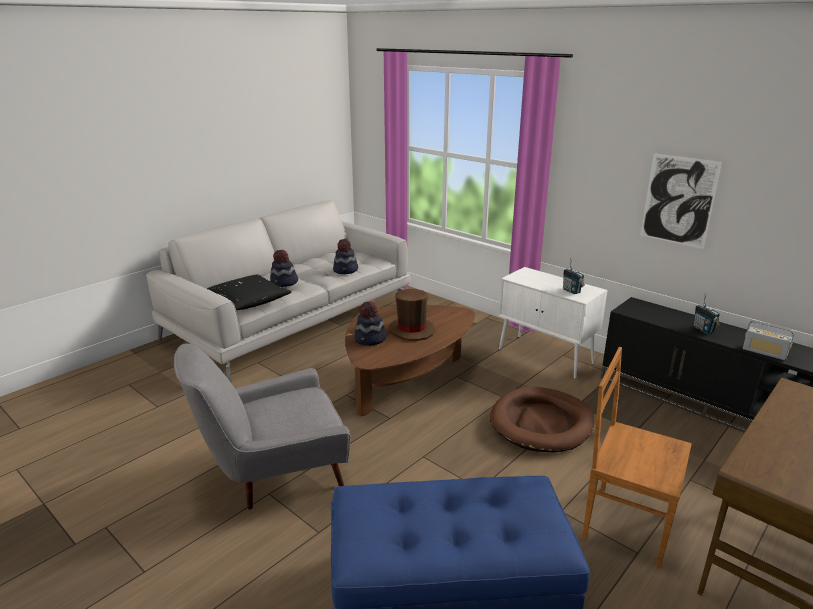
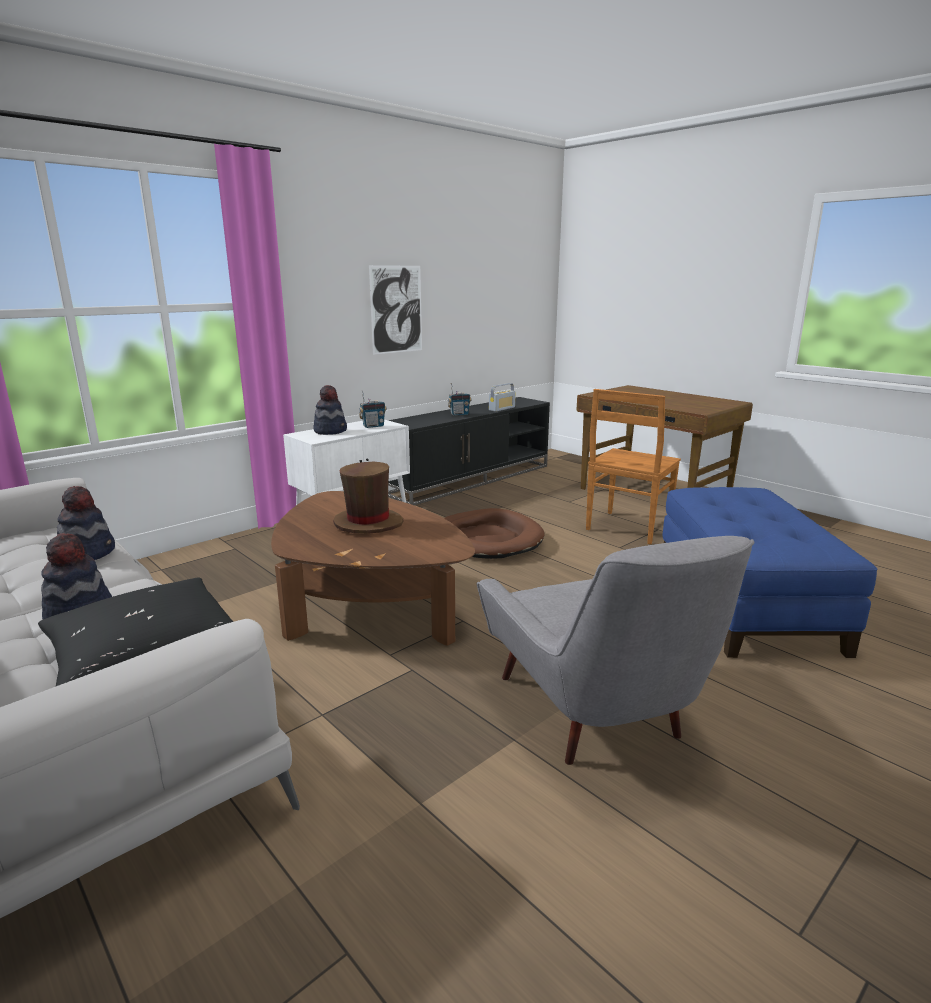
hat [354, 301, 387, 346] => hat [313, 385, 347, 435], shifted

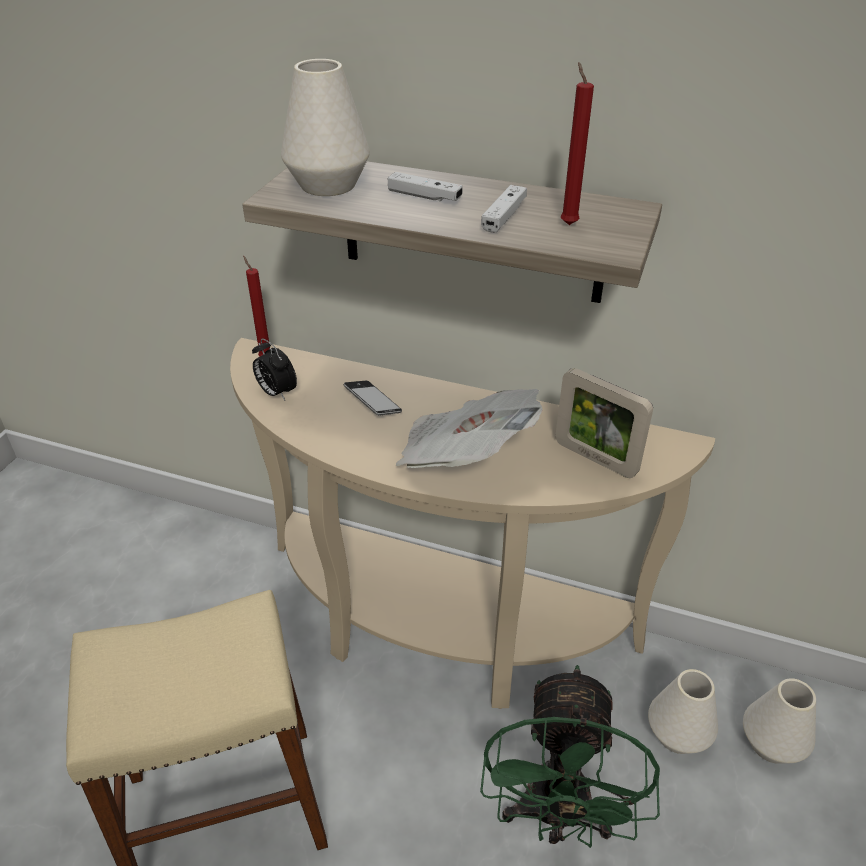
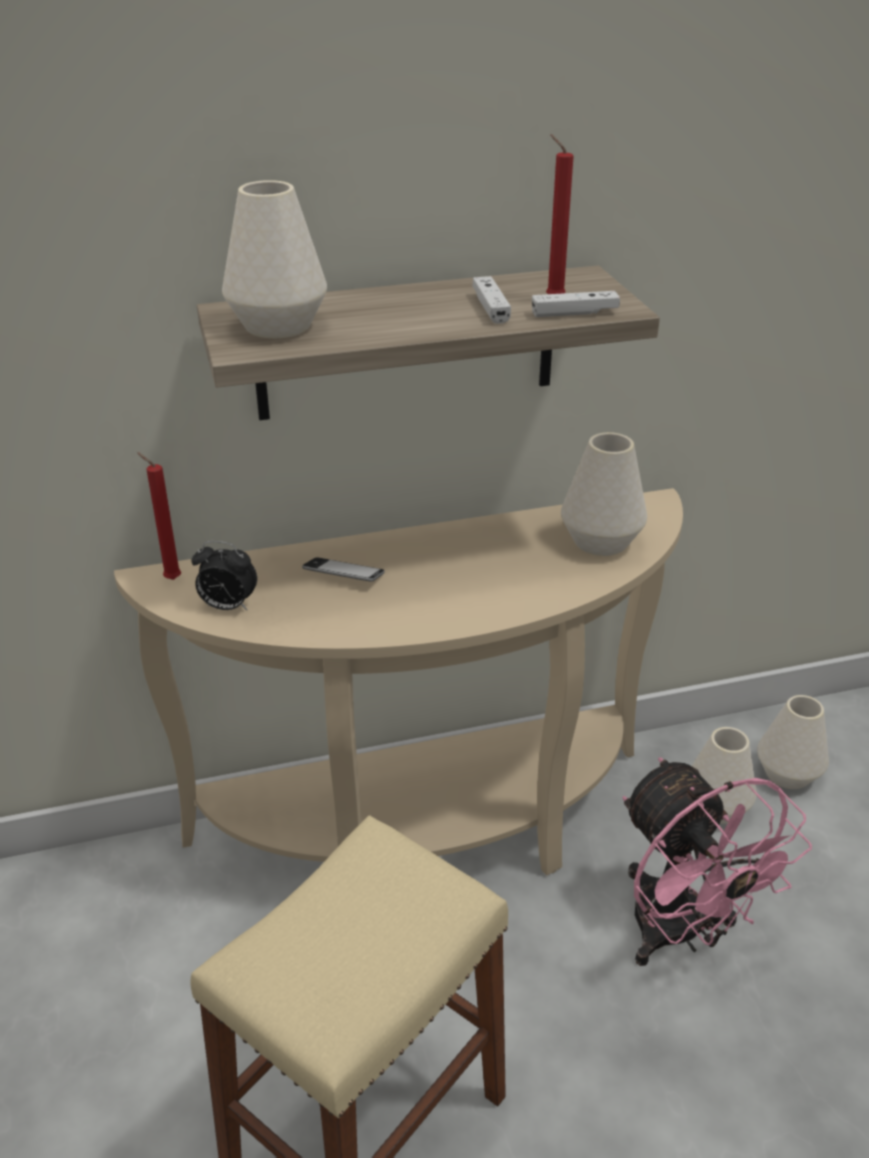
white game controller [387, 172, 463, 202] => white game controller [532, 291, 620, 317], shifted
newspaper [395, 389, 543, 468] => nothing
green fan [480, 665, 660, 848] => pink fan [622, 757, 812, 966]
picture frame [555, 368, 653, 478] => white vase [561, 432, 647, 556]

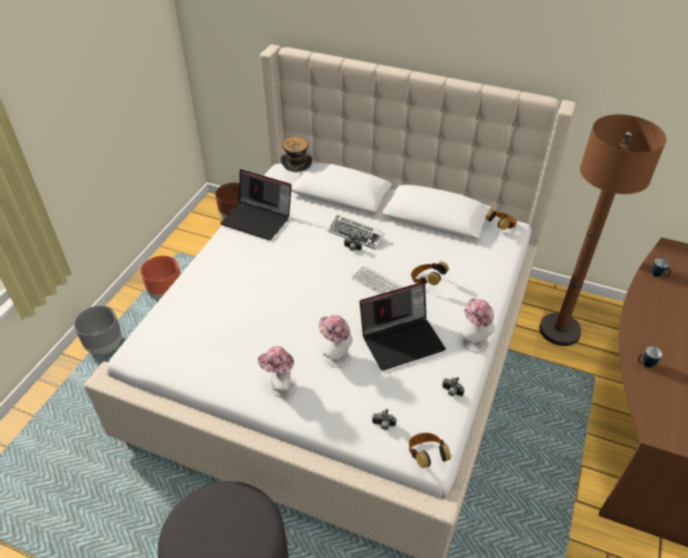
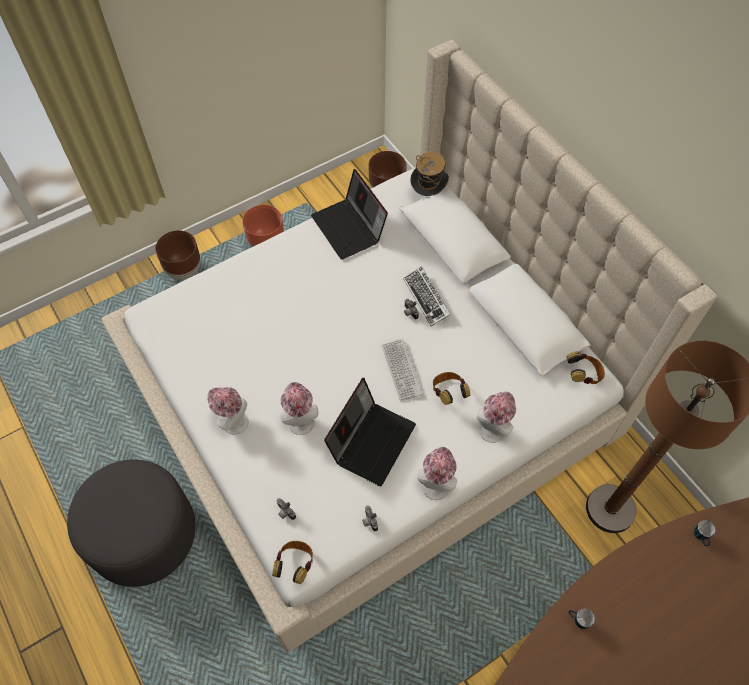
grey planter [74, 306, 121, 355] => brown planter [155, 230, 201, 280]
laptop [360, 282, 446, 371] => laptop [324, 378, 416, 486], 75 degrees counterclockwise
nothing => hat [477, 391, 516, 443]

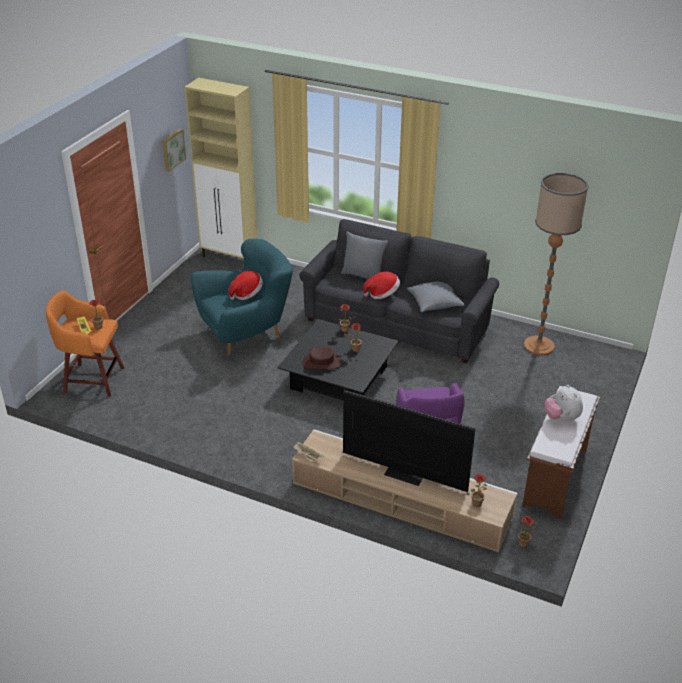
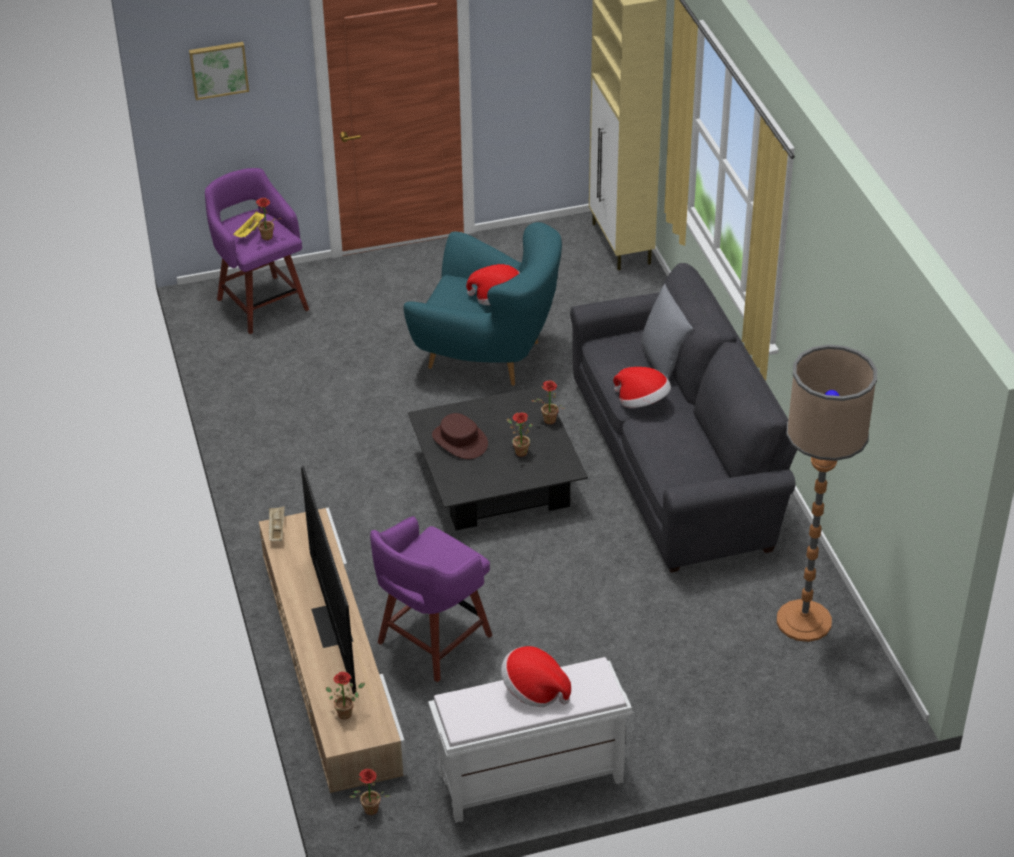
orange stool [46, 290, 124, 397] => purple stool [205, 168, 309, 334]
picture [162, 129, 186, 172] => picture [189, 42, 249, 100], shifted
grey pillow [407, 281, 465, 312] => nothing
brown bench [522, 386, 600, 519] => white bench [428, 657, 632, 823]
plush toy [544, 384, 583, 421] => hat [501, 646, 571, 707]

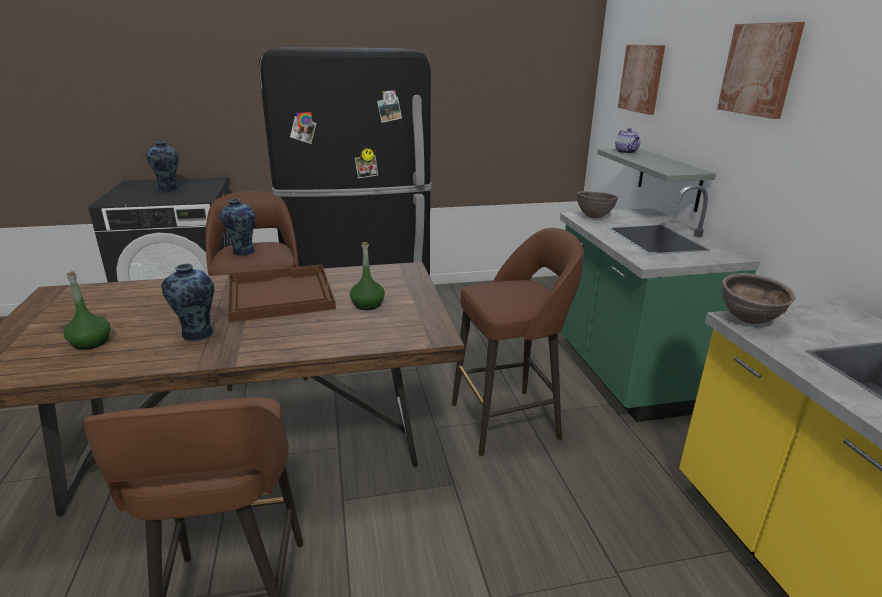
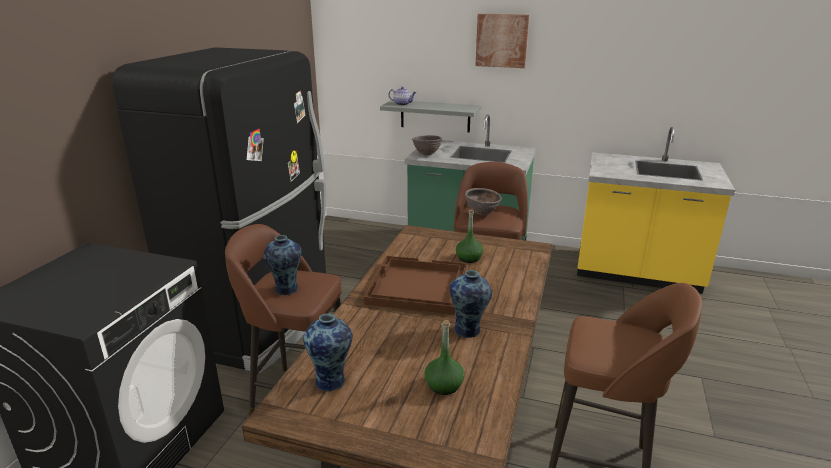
vase [146, 141, 179, 191] => vase [303, 313, 353, 391], shifted
picture [618, 45, 665, 115] => nothing
brown bowl [722, 273, 795, 324] => brown bowl [465, 188, 502, 215], shifted

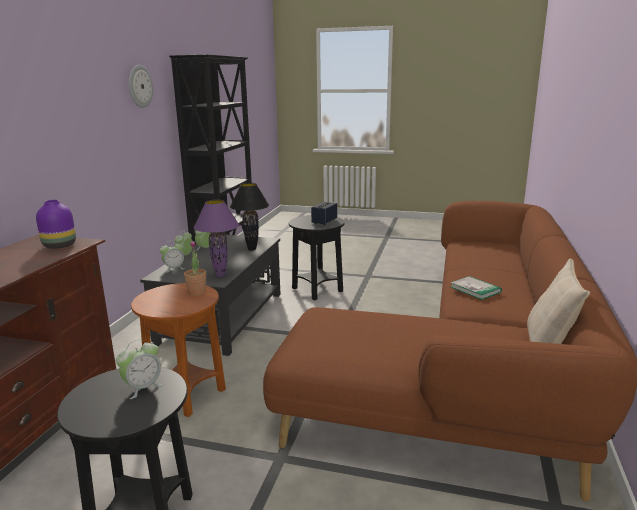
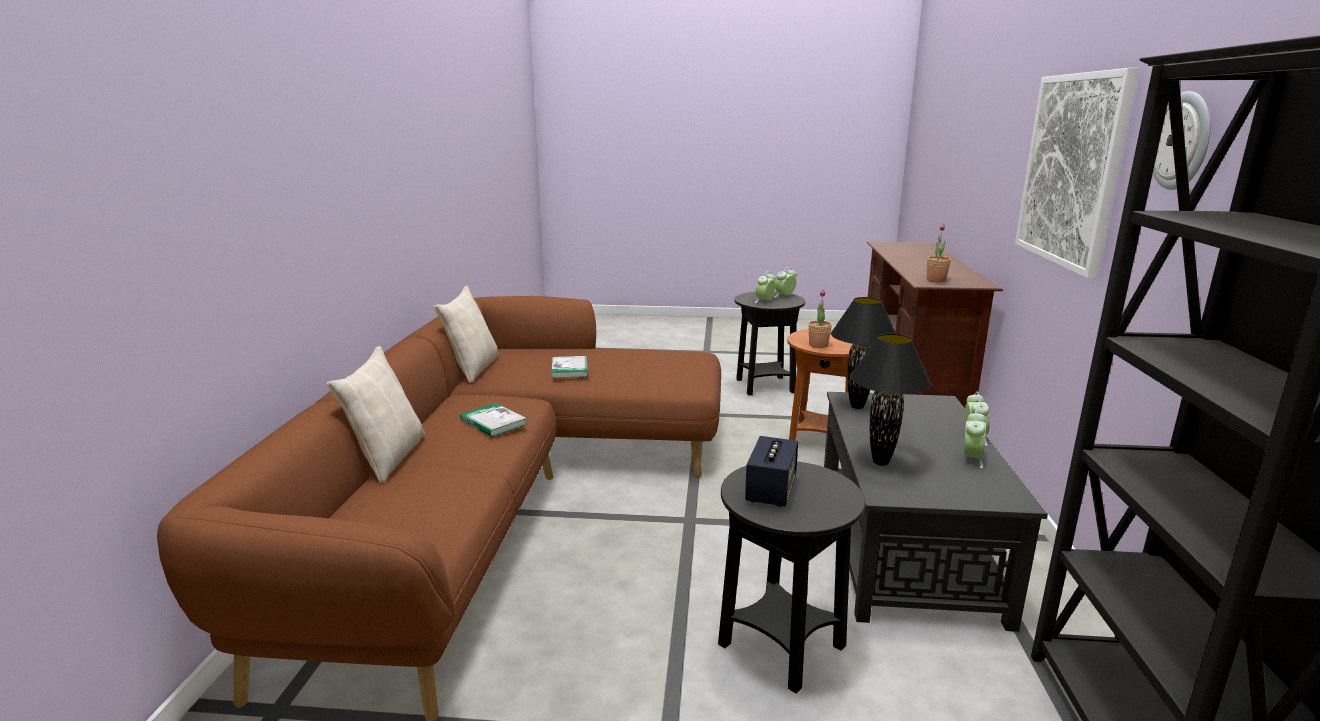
purple vase [36, 200, 76, 249] => potted plant [927, 224, 951, 282]
alarm clock [160, 241, 185, 272] => alarm clock [775, 267, 797, 297], shifted
purple table lamp [194, 200, 239, 277] => black table lamp [831, 297, 896, 409]
nothing => beige pillow [327, 346, 425, 483]
nothing => book [551, 356, 588, 378]
nothing => picture [1015, 68, 1139, 278]

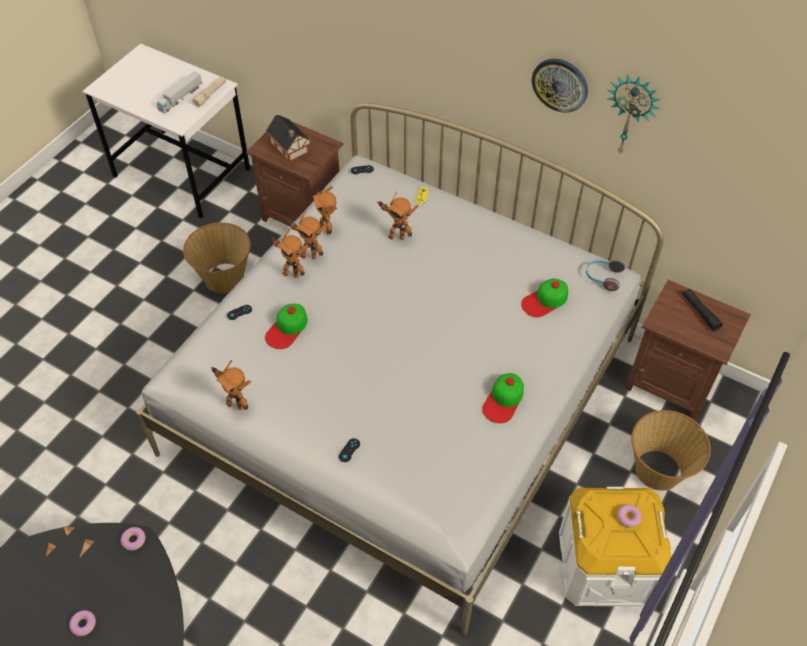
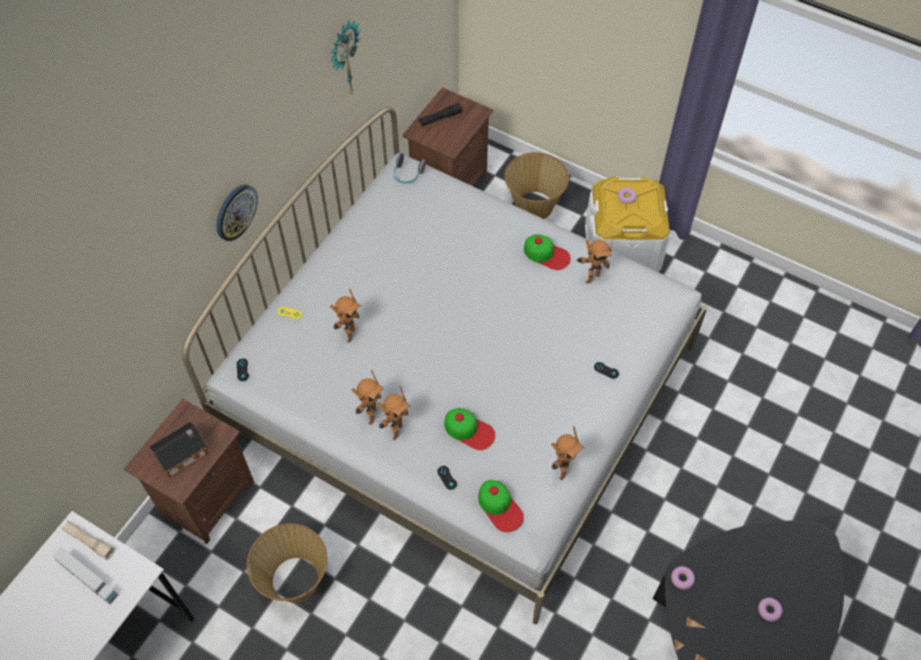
toy robot [313, 186, 337, 235] => toy robot [577, 237, 613, 283], shifted
cap [521, 278, 568, 317] => cap [478, 480, 524, 532], shifted
wall clock [532, 59, 588, 113] => wall clock [216, 185, 258, 241], shifted

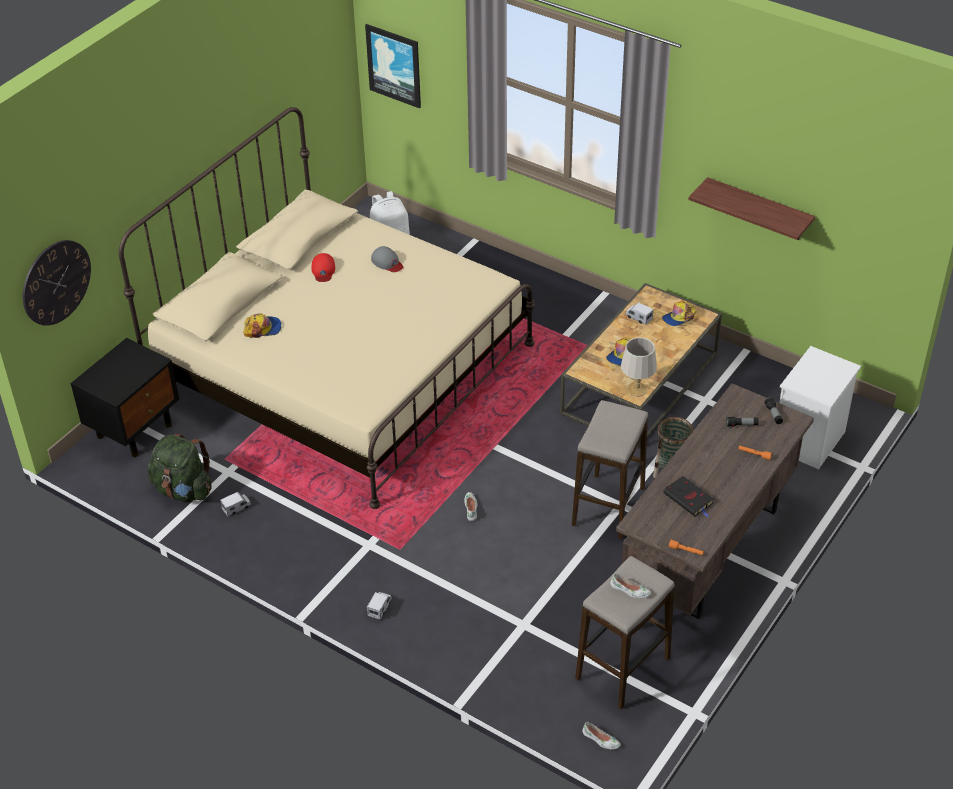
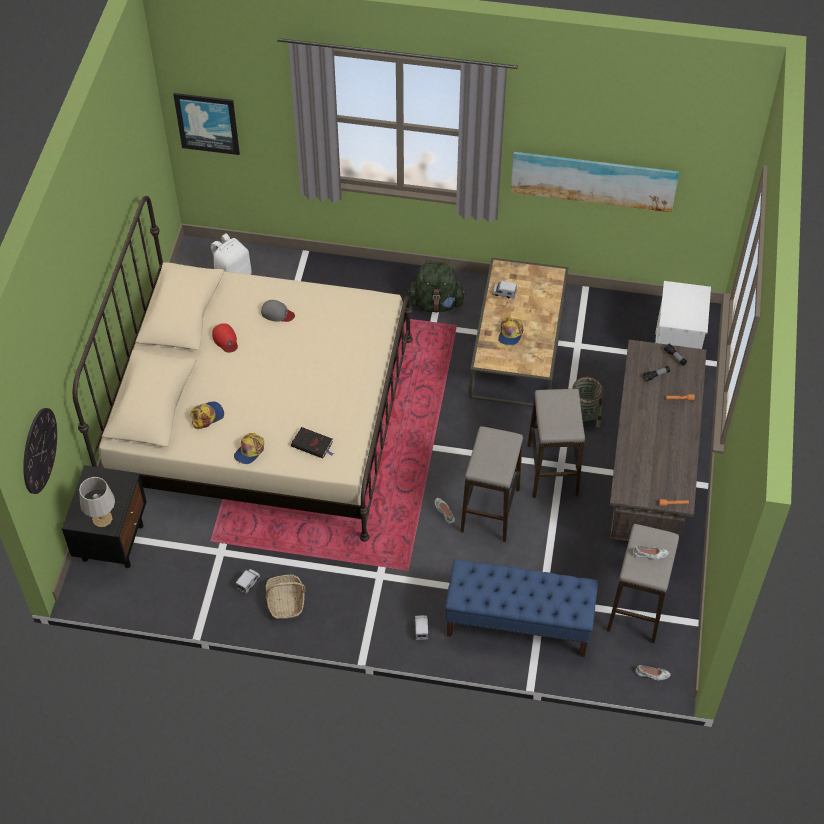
green backpack [147, 434, 212, 502] => green backpack [408, 260, 466, 313], shifted
grey table lamp [621, 337, 657, 397] => grey table lamp [79, 477, 115, 527], shifted
cap [662, 301, 697, 326] => cap [234, 433, 264, 464], shifted
black book [663, 476, 713, 517] => black book [291, 427, 334, 458], shifted
shelf [688, 177, 815, 240] => picture [511, 152, 679, 212]
nothing => basket [266, 575, 306, 619]
nothing => blue bench [445, 559, 598, 657]
nothing => stool [460, 426, 523, 542]

